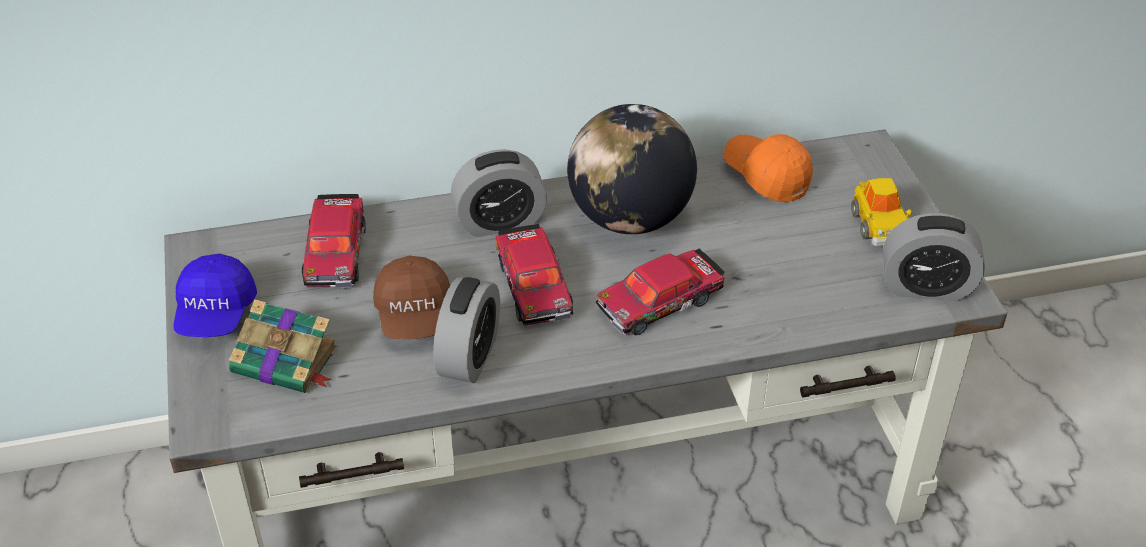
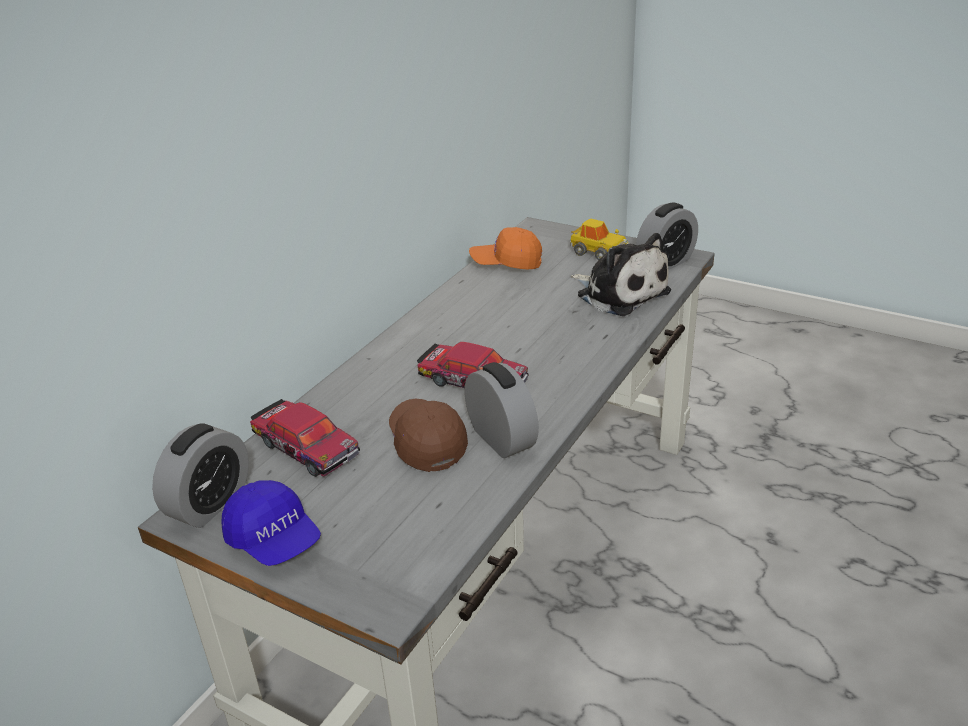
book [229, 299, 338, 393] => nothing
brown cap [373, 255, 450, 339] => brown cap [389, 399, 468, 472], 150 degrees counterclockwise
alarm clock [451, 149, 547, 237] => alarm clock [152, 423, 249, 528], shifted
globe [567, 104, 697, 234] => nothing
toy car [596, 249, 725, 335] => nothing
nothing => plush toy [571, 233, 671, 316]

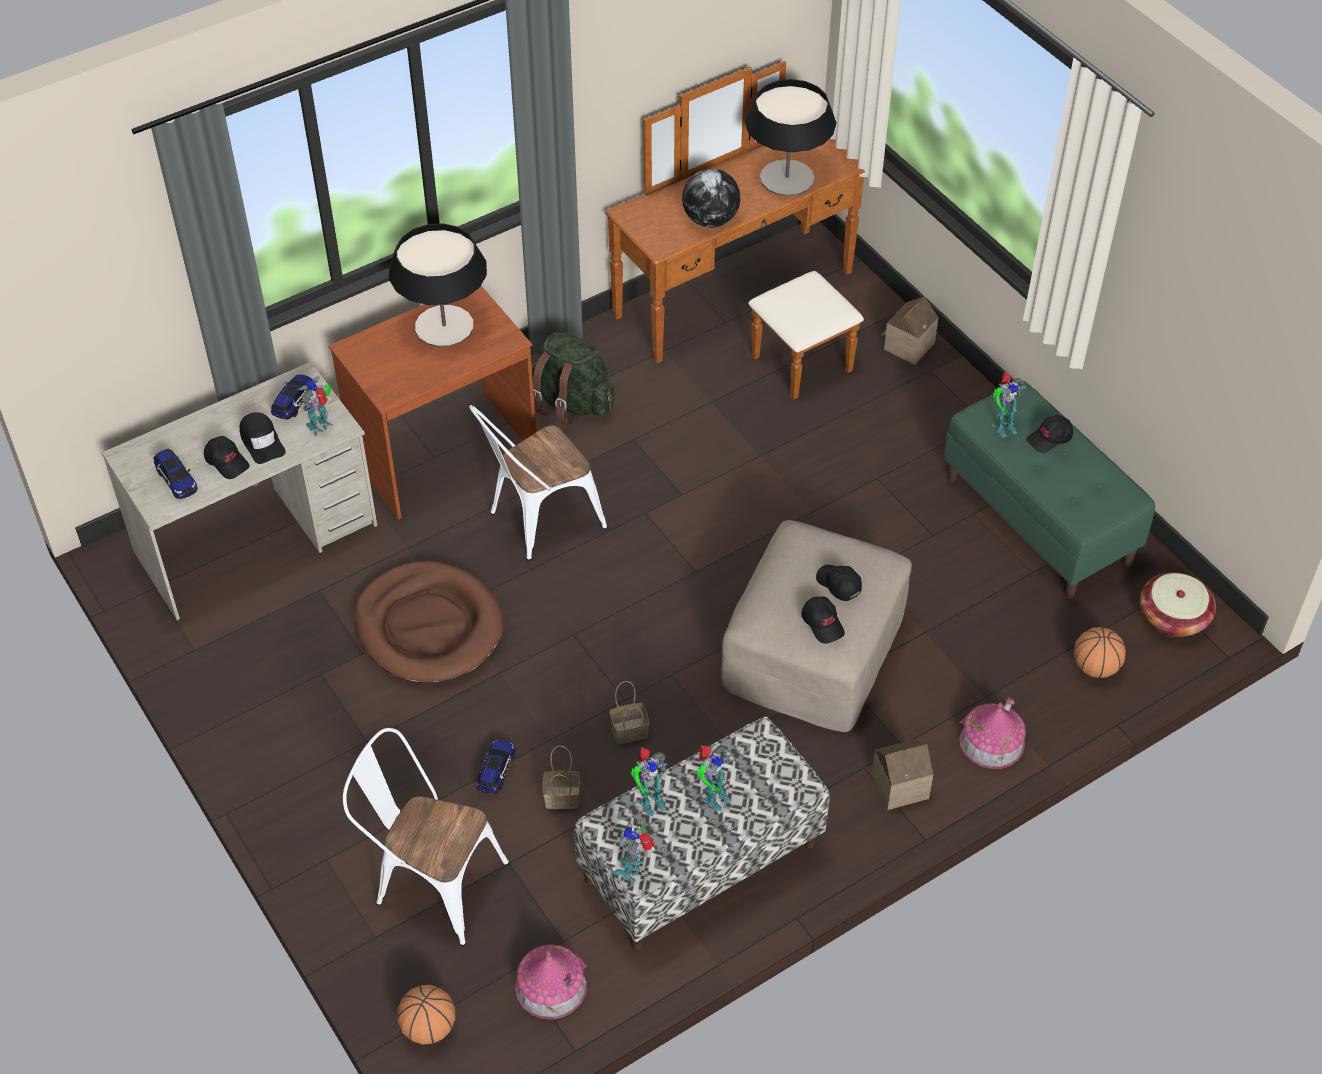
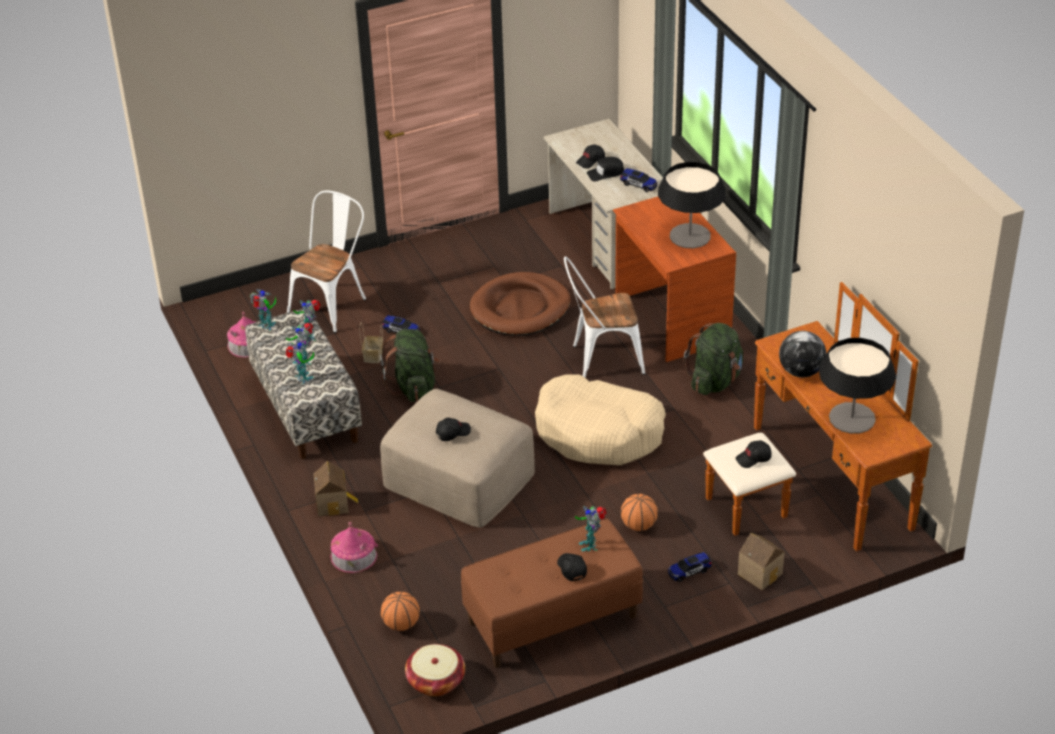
toy car [153, 448, 197, 499] => toy car [668, 552, 712, 582], shifted
toy robot [298, 376, 333, 436] => toy robot [285, 340, 314, 384], shifted
basketball [397, 985, 455, 1045] => basketball [621, 494, 658, 531], shifted
white chair [469, 405, 607, 561] => white chair [564, 256, 645, 378], 75 degrees counterclockwise
basket [610, 681, 649, 744] => green backpack [380, 329, 440, 402]
black cap [801, 596, 845, 644] => black cap [736, 440, 772, 468], shifted
green bench [943, 381, 1155, 599] => brown bench [461, 518, 643, 668]
nothing => beige dog bed [535, 374, 666, 465]

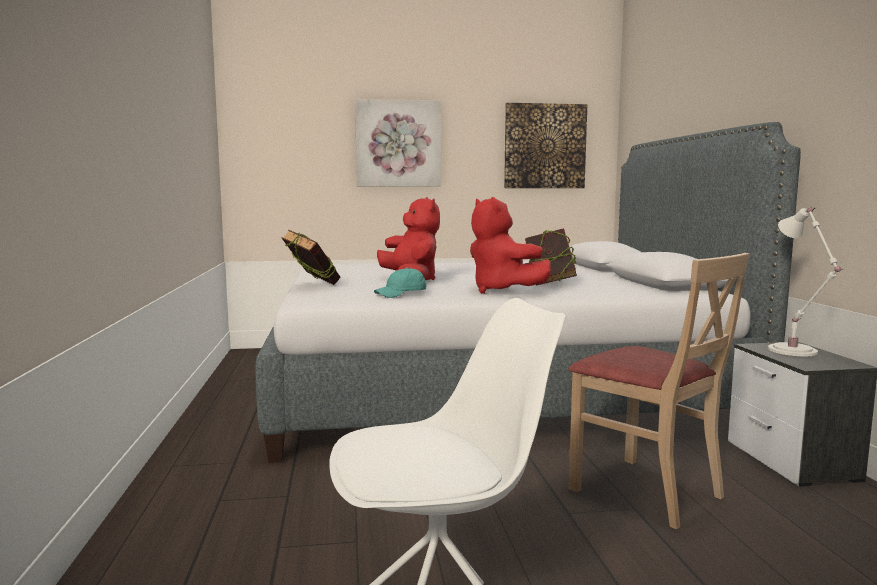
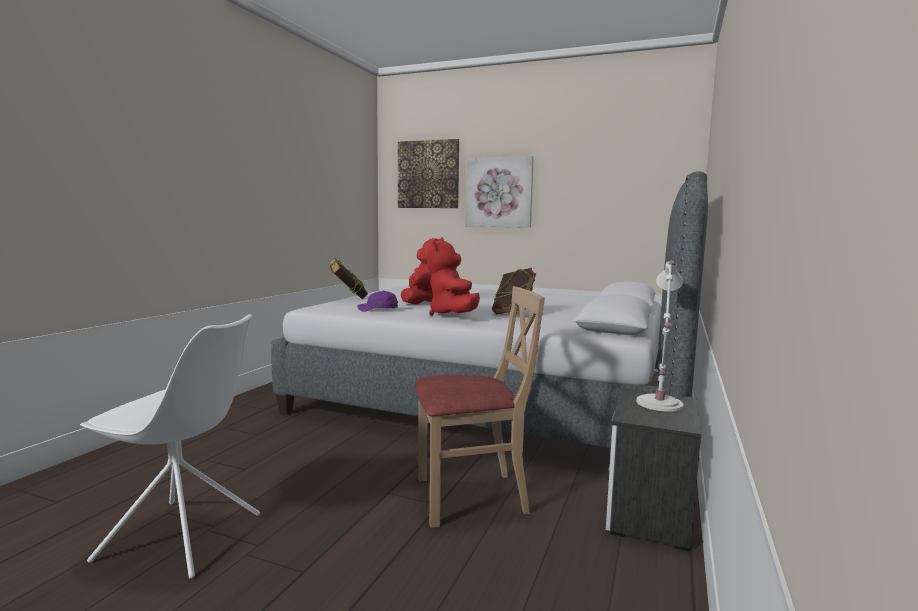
turquoise cap [374, 268, 427, 298] => purple cap [357, 290, 398, 312]
picture [504, 103, 587, 188] => picture [398, 139, 459, 208], shifted
beige chair [569, 253, 750, 529] => beige chair [415, 286, 545, 527], 90 degrees counterclockwise

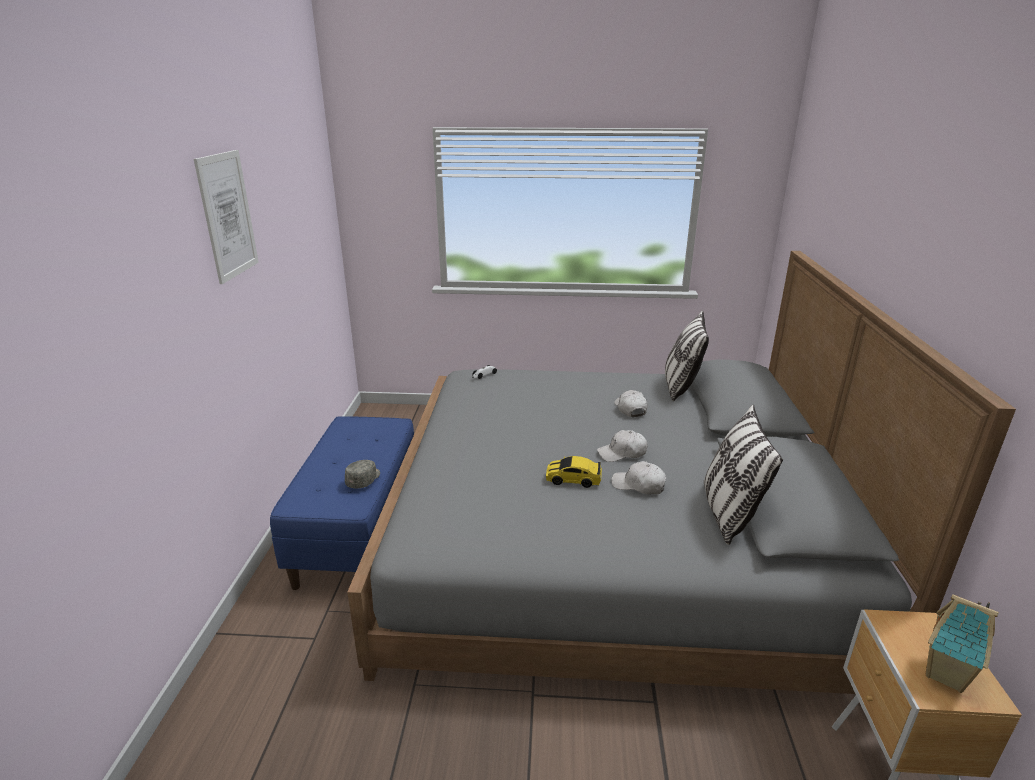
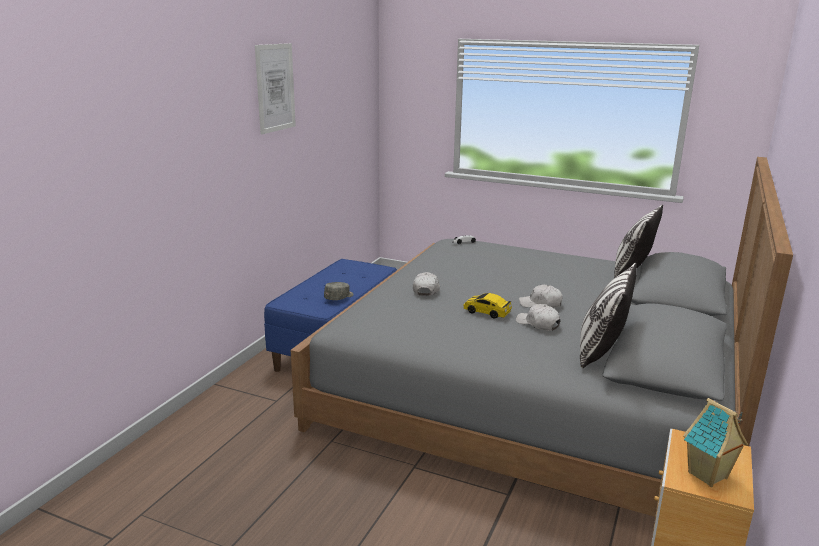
white cap [614, 390, 648, 417] => white cap [413, 272, 440, 296], shifted

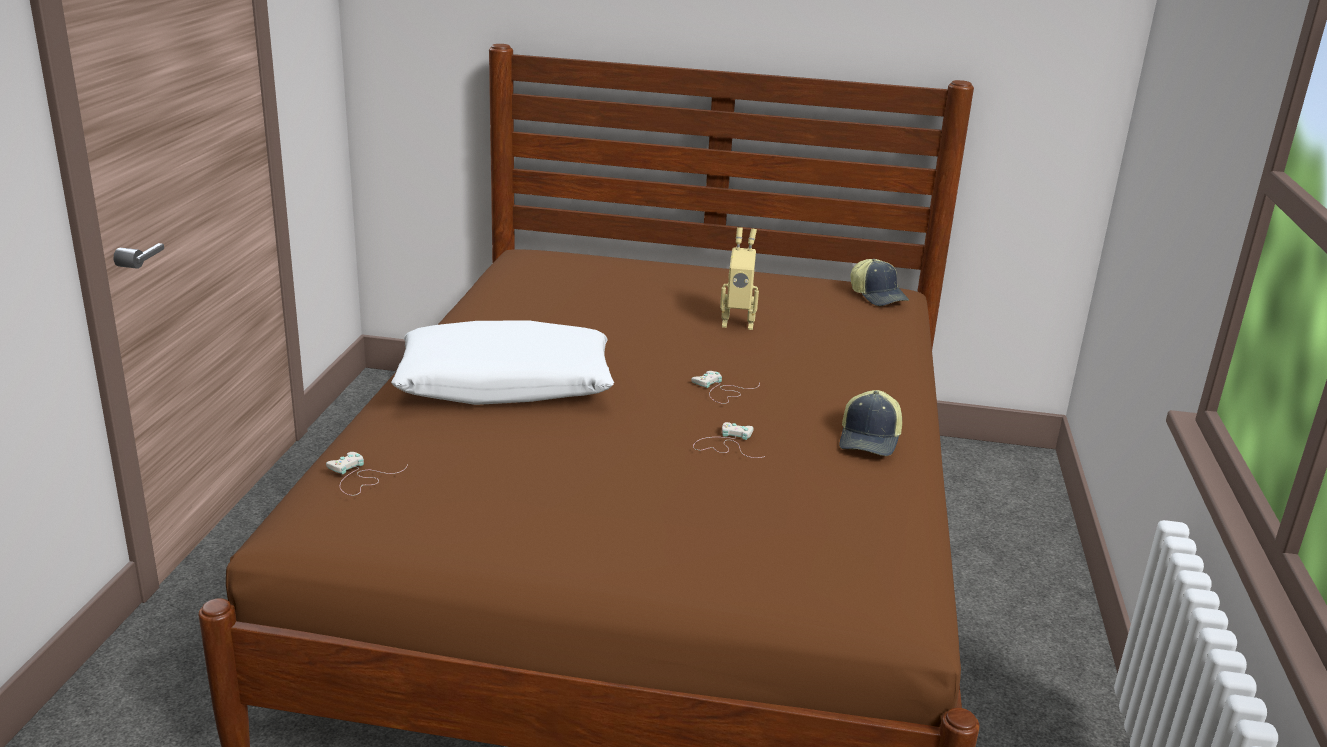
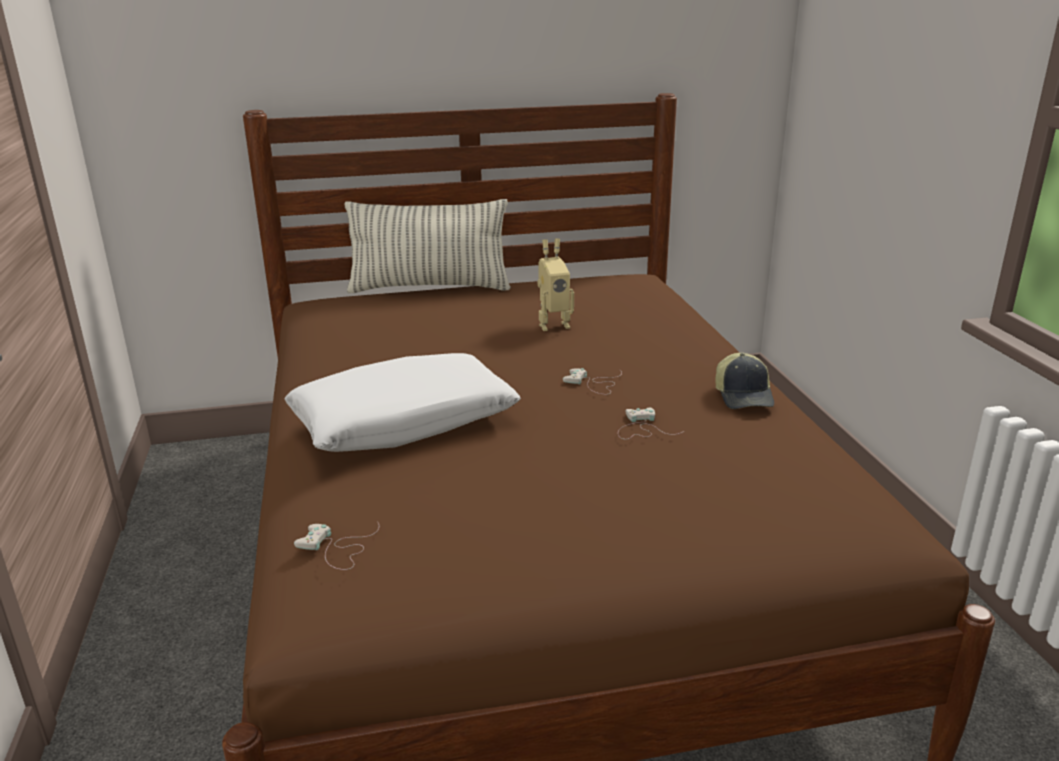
cap [850, 259, 909, 306] => nothing
nothing => pillow [345, 199, 511, 293]

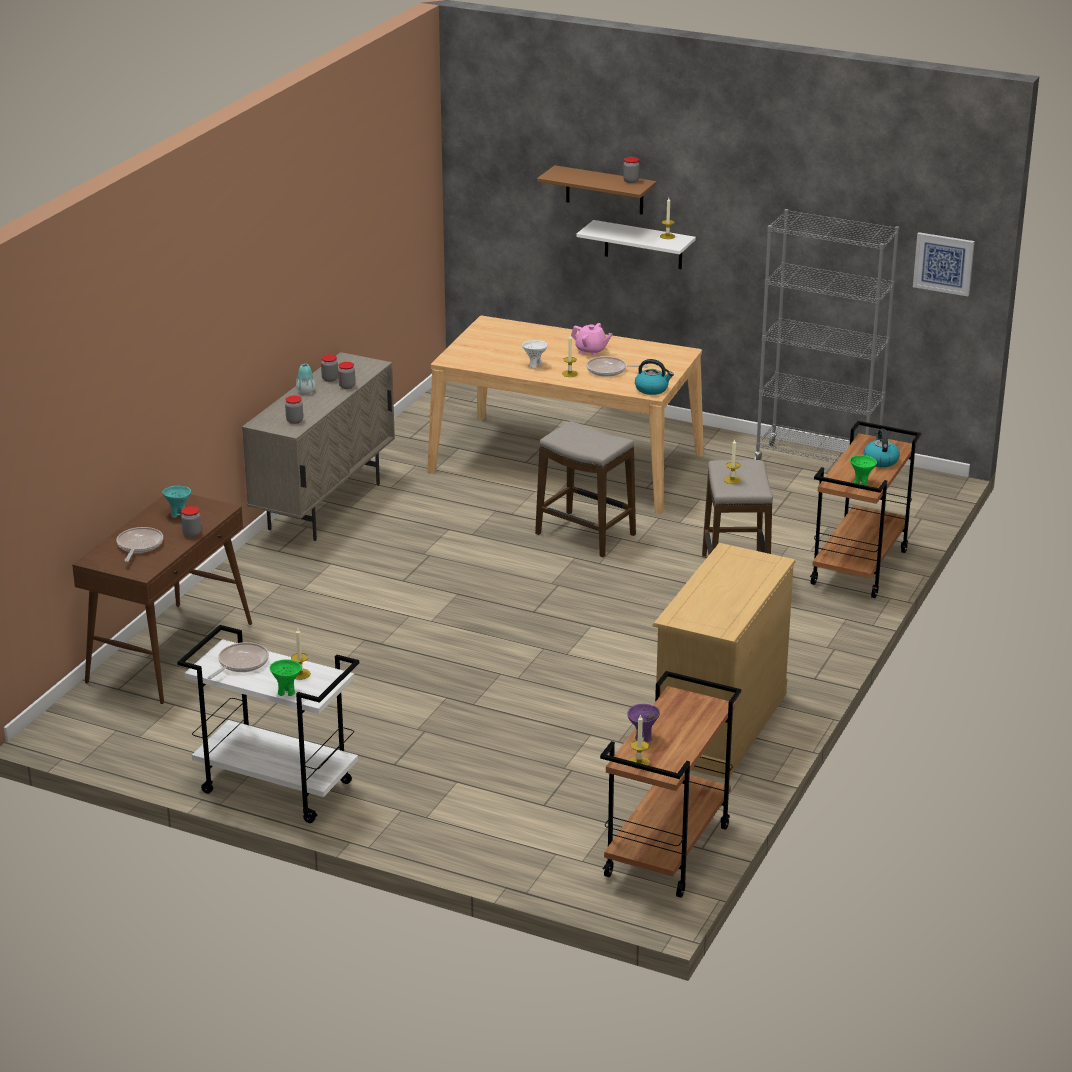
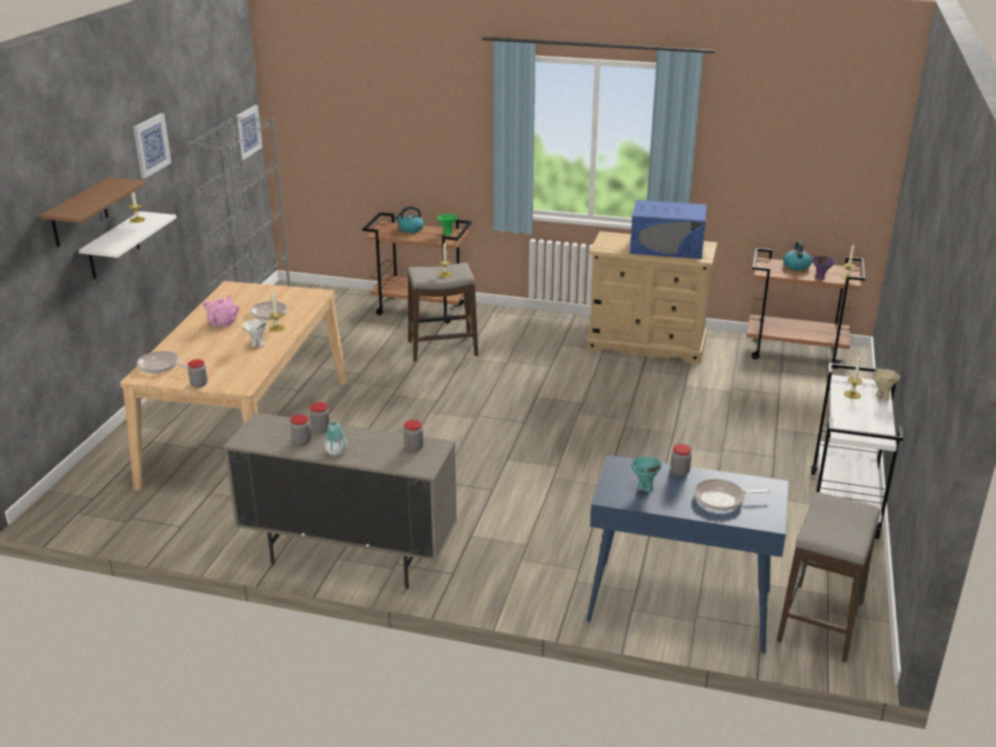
brown console table [72, 494, 252, 704] => blue console table [587, 455, 789, 654]
frying pan [207, 642, 269, 679] => frying pan [137, 351, 189, 373], shifted
green bowl [270, 659, 302, 696] => beige bowl [872, 369, 900, 400]
stool [535, 421, 636, 557] => stool [777, 492, 880, 662], shifted
jar [623, 157, 640, 183] => jar [188, 359, 208, 388], shifted
kettle [635, 359, 674, 395] => kettle [783, 241, 812, 270], shifted
nothing => picture [133, 113, 172, 178]
nothing => blue microwave [630, 200, 707, 259]

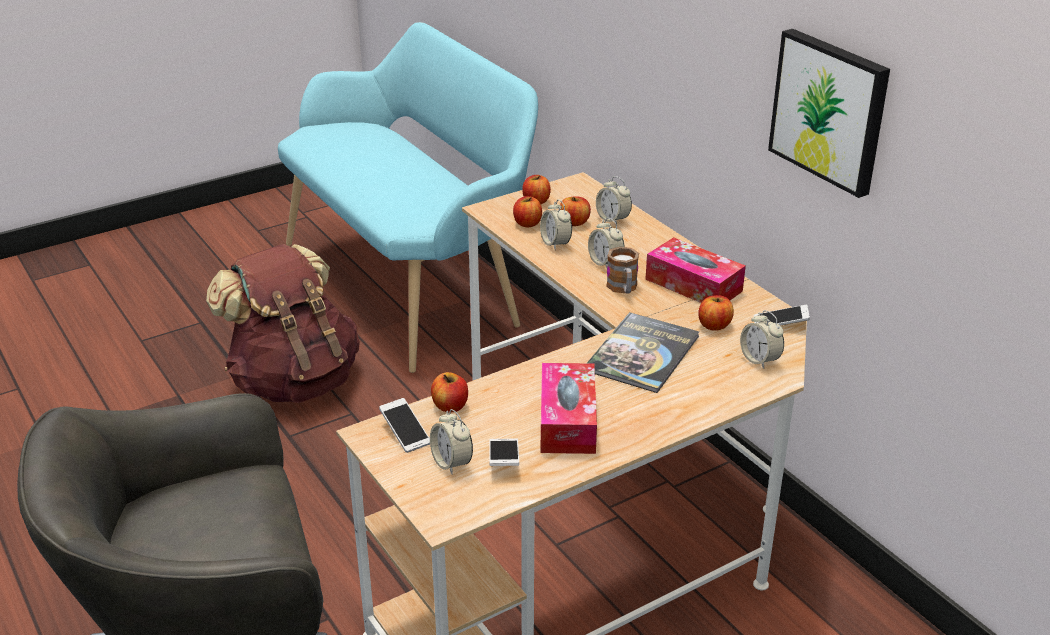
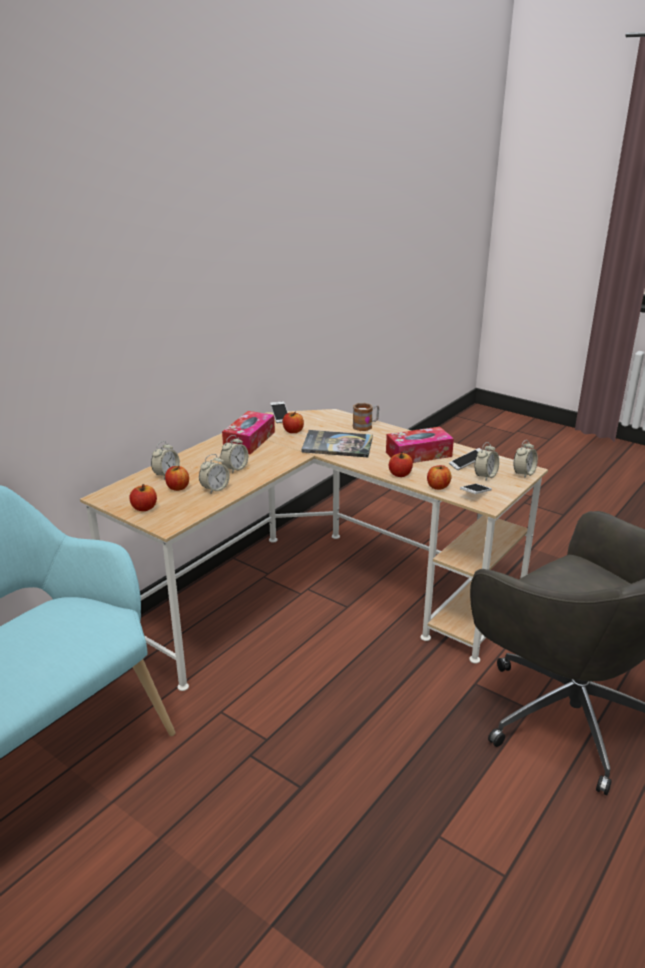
brown backpack [206, 244, 360, 403] => nothing
apple [513, 196, 542, 227] => apple [389, 452, 413, 477], shifted
mug [606, 247, 639, 294] => mug [353, 403, 379, 431], shifted
alarm clock [740, 310, 784, 369] => alarm clock [514, 440, 538, 479], shifted
picture [768, 29, 890, 198] => nothing

